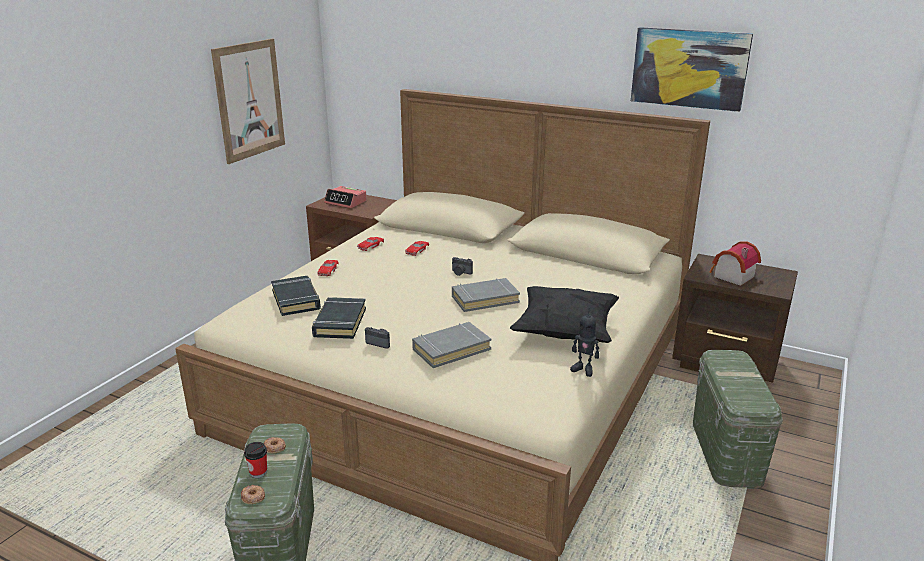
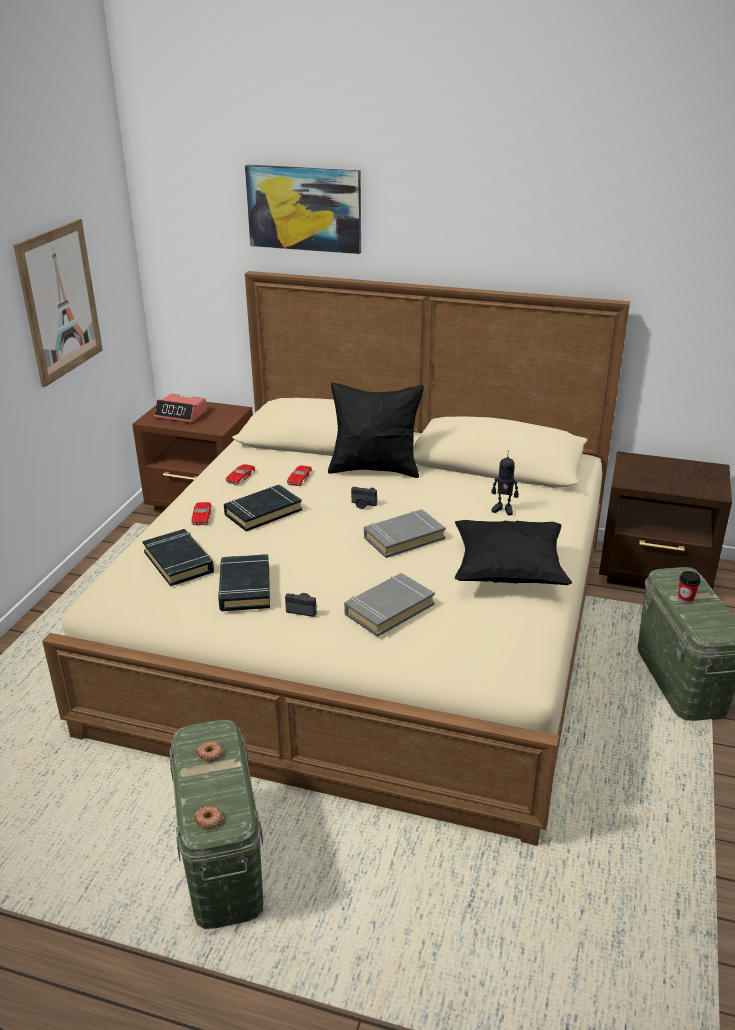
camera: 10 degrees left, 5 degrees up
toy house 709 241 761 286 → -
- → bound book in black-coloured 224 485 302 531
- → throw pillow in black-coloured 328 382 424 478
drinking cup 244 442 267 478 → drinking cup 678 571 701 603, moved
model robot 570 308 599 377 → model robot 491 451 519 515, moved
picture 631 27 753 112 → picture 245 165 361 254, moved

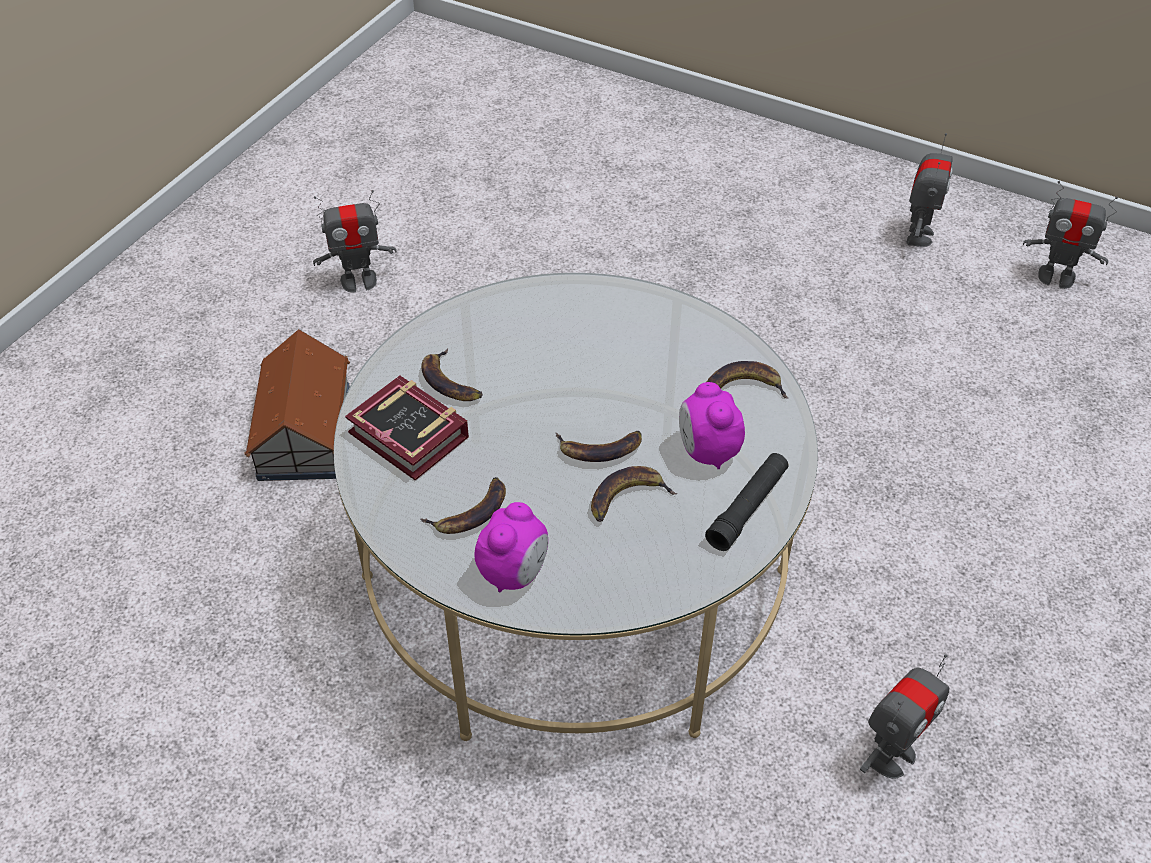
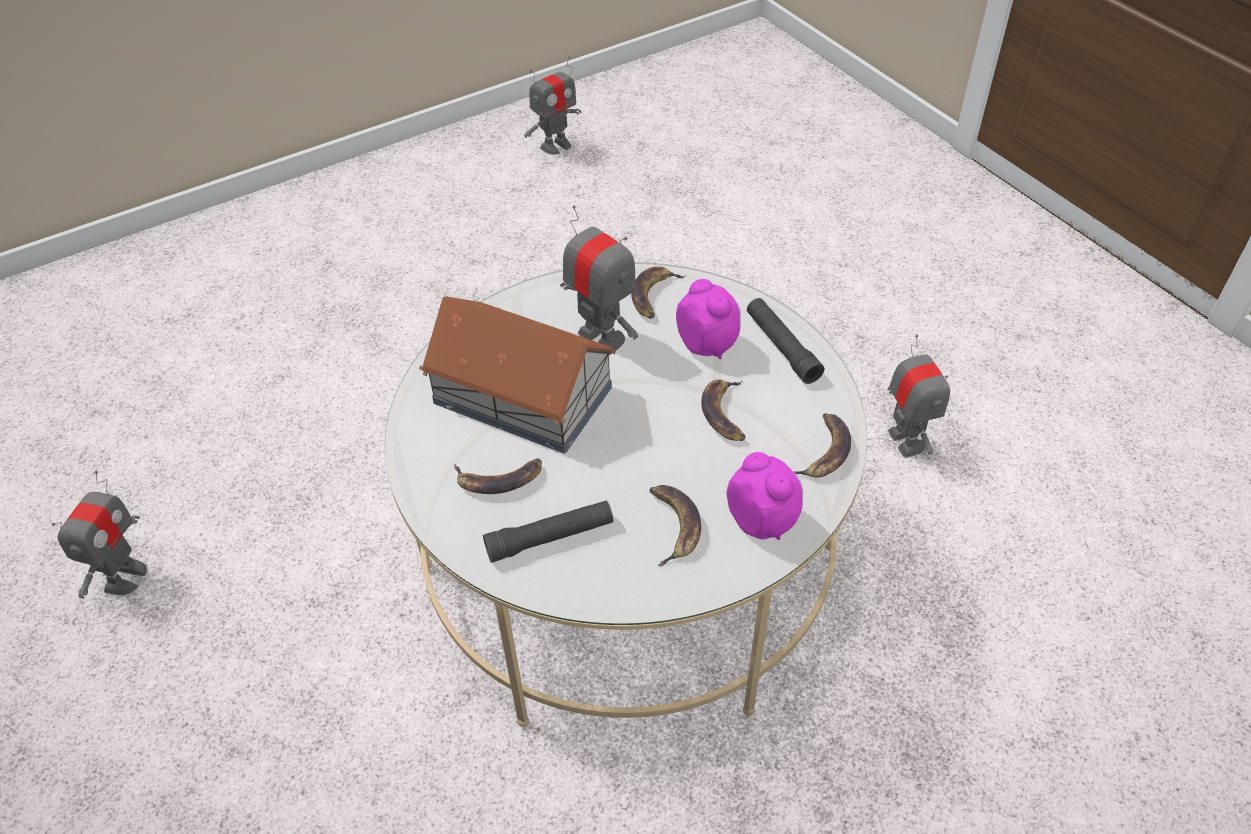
camera: 60 degrees left, 0 degrees up
toy house 245 329 350 481 → toy house 419 296 616 454, moved
whole banana 556 431 642 462 → whole banana 794 413 851 478, moved
model robot 907 133 953 247 → model robot 560 205 638 355, moved
bound book 345 376 469 481 → torch in black-coloured 483 501 613 563
alarm clock 679 382 745 469 → alarm clock 676 279 741 359, 135 degrees counterclockwise

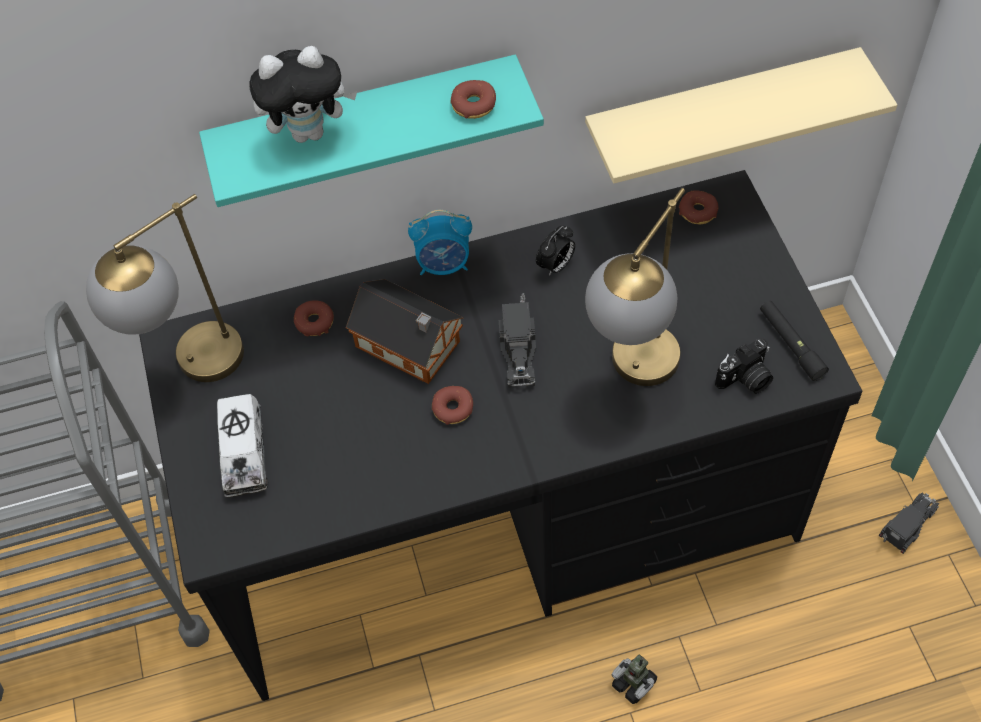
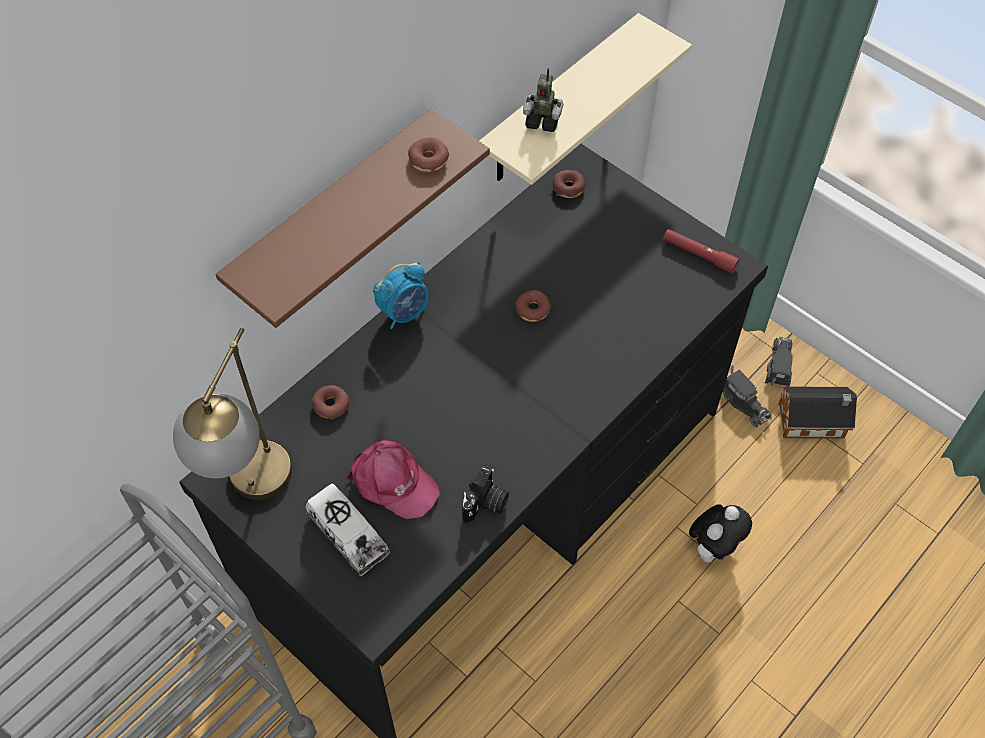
camera: 35 degrees left, 0 degrees up
alarm clock 536 226 575 276 → -
table lamp 585 188 685 386 → -
- → baseball cap in pink 346 440 440 519
plush toy 249 46 357 143 → plush toy 689 504 752 563, moved
toy house 346 279 464 384 → toy house 779 386 857 439, moved
doughnut 432 386 473 425 → doughnut 516 290 551 322, moved
toy lorry 499 293 536 388 → toy lorry 723 365 772 427, moved
model robot 611 654 657 704 → model robot 523 68 563 132, moved
still camera 715 339 773 394 → still camera 462 464 509 524, moved
wall shelf in turquoise-coloured 199 55 544 207 → wall shelf in brownish 215 109 490 328
torch in black-coloured 760 301 829 381 → torch in red-coloured 663 229 740 274

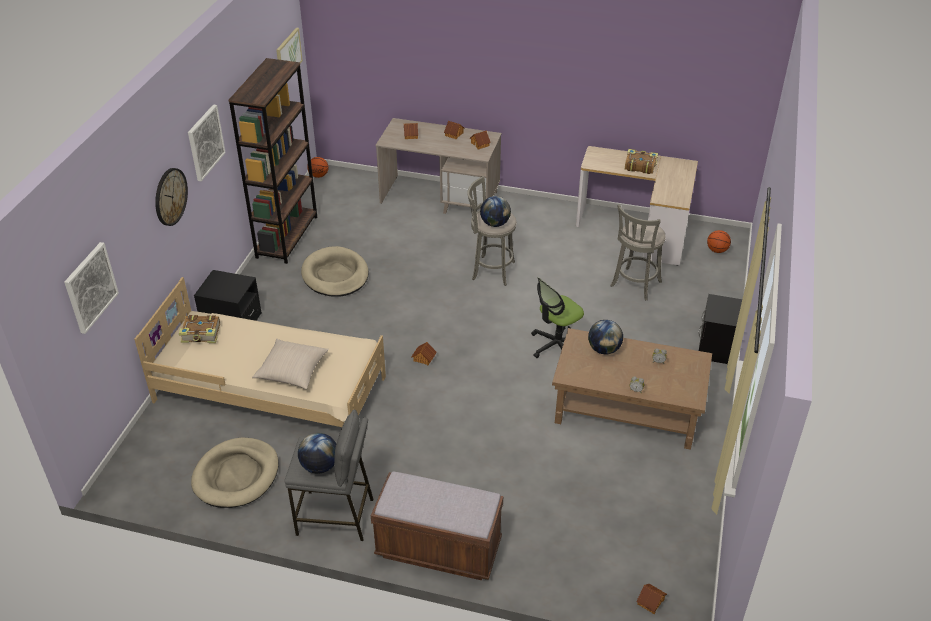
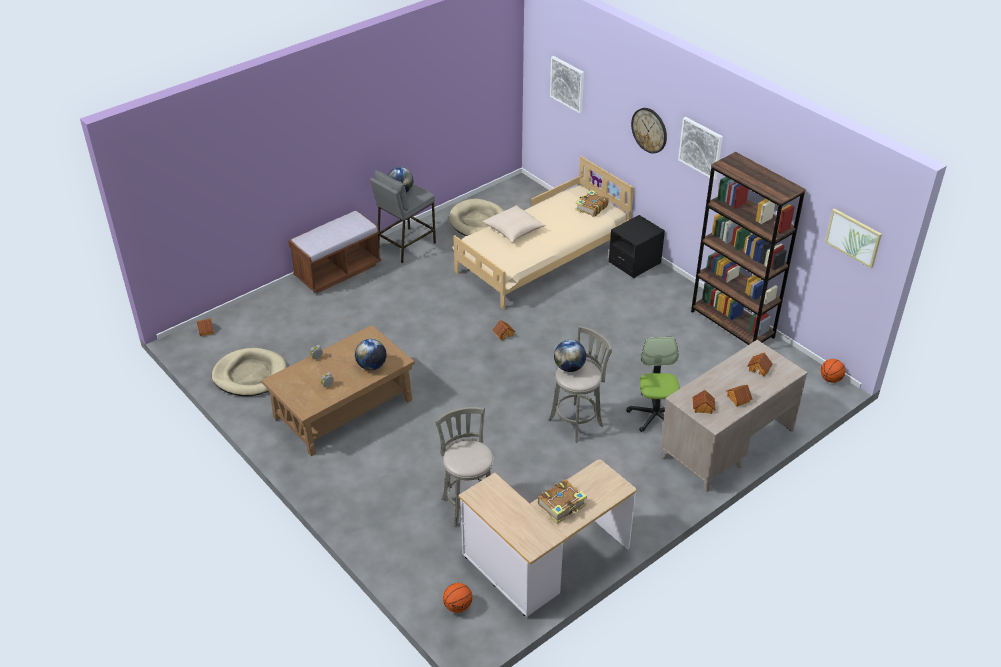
camera: 125 degrees right, 0 degrees up
bedside table in black-coloured 698 294 742 364 → -
pet bed in sand-coloured 301 246 369 297 → pet bed in sand-coloured 212 348 287 396, moved
computer chair 531 277 584 358 → computer chair 626 337 680 432, moved

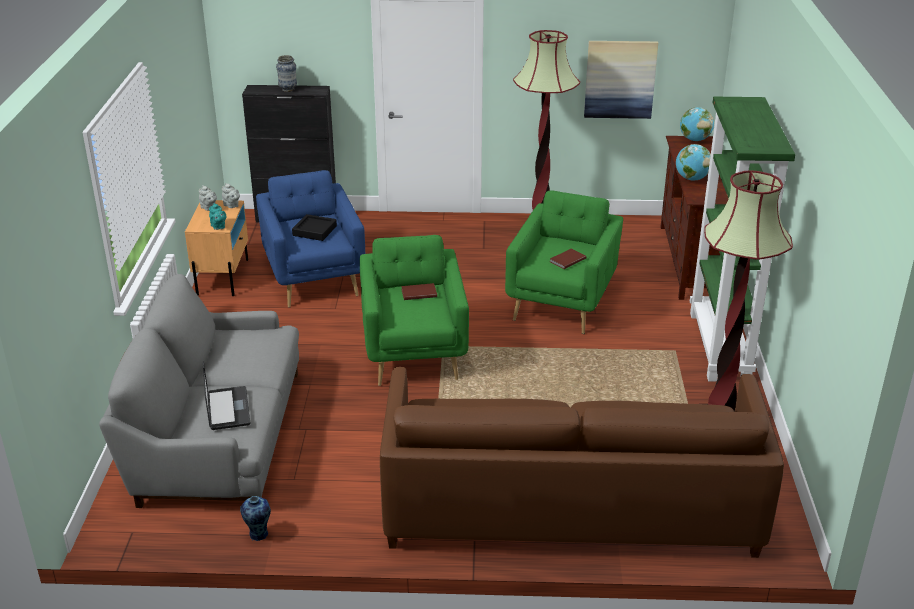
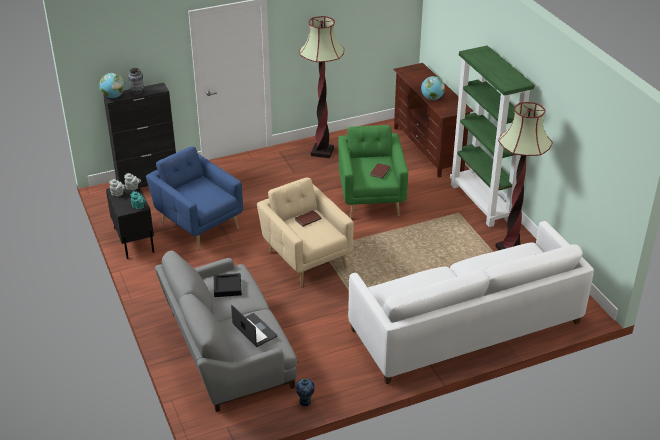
camera: 25 degrees left, 5 degrees up
picture 584 41 658 119 → -
serving tray in black-coloured 292 214 337 241 → serving tray in black-coloured 214 273 242 297, moved
globe 680 107 714 141 → globe 99 73 125 98, moved
bedside table in sand-coloured 185 200 248 296 → bedside table in black-coloured 106 184 154 259
easy chair in green-coloured 360 235 469 386 → easy chair in sand-coloured 257 178 354 287
sofa in brownish 380 367 784 558 → sofa in white 348 221 594 384

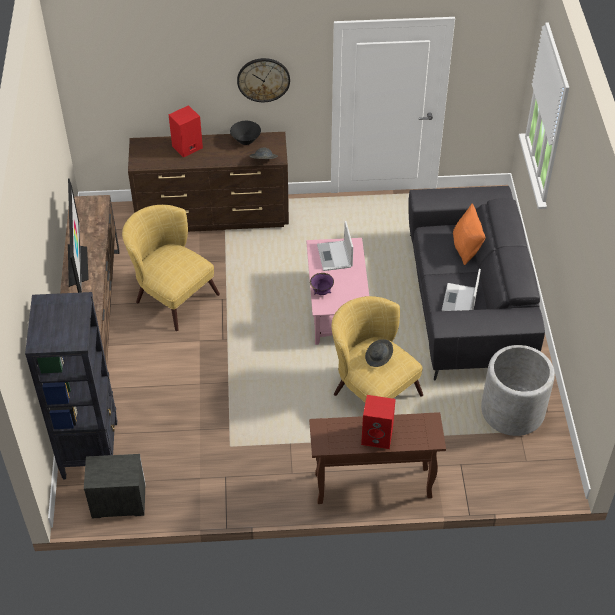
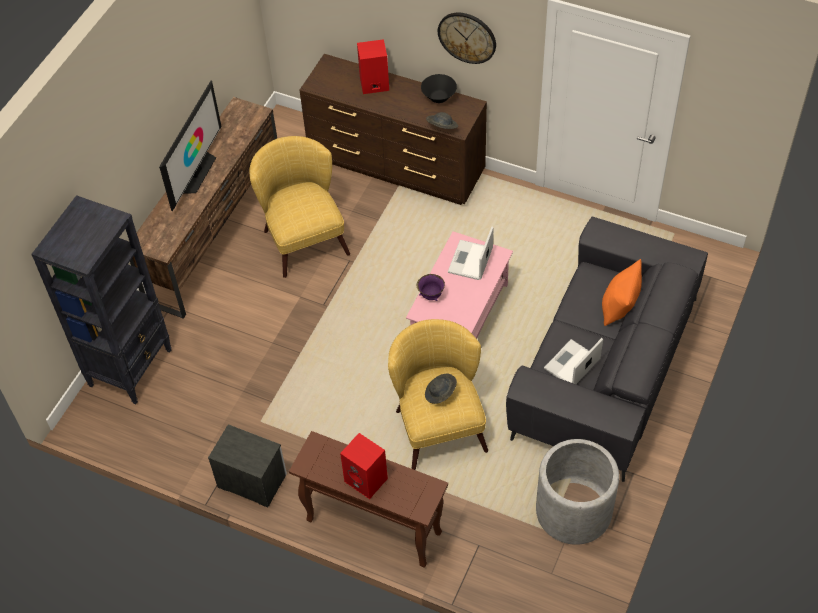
camera: 30 degrees right, 5 degrees up
bedside table 84 454 145 518 → bedside table 208 424 287 507, moved

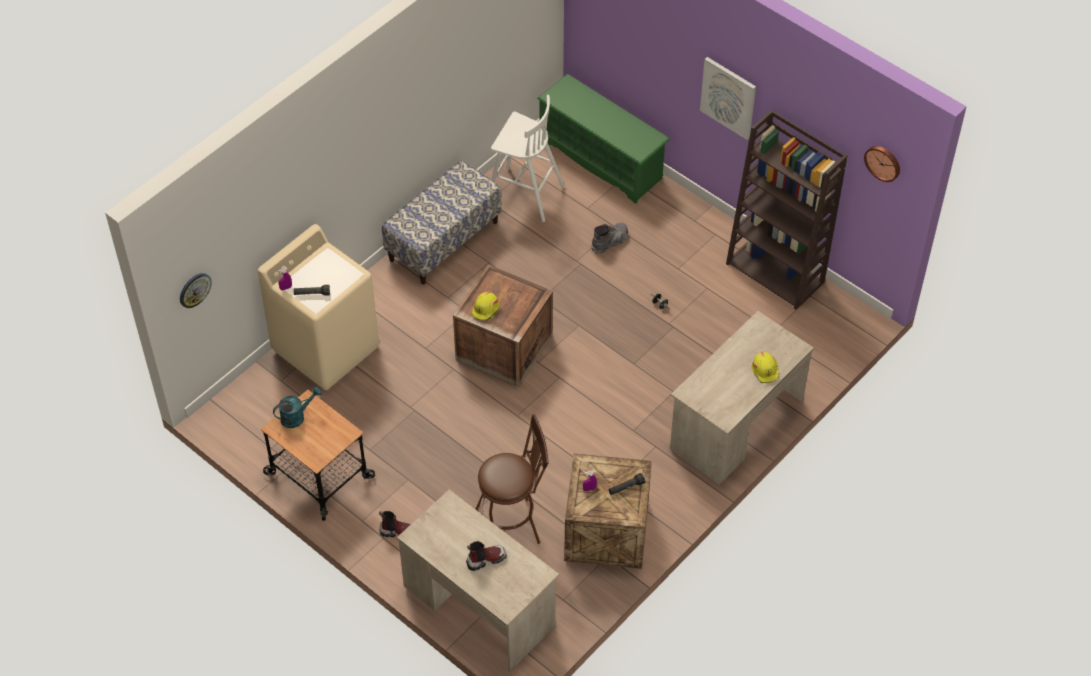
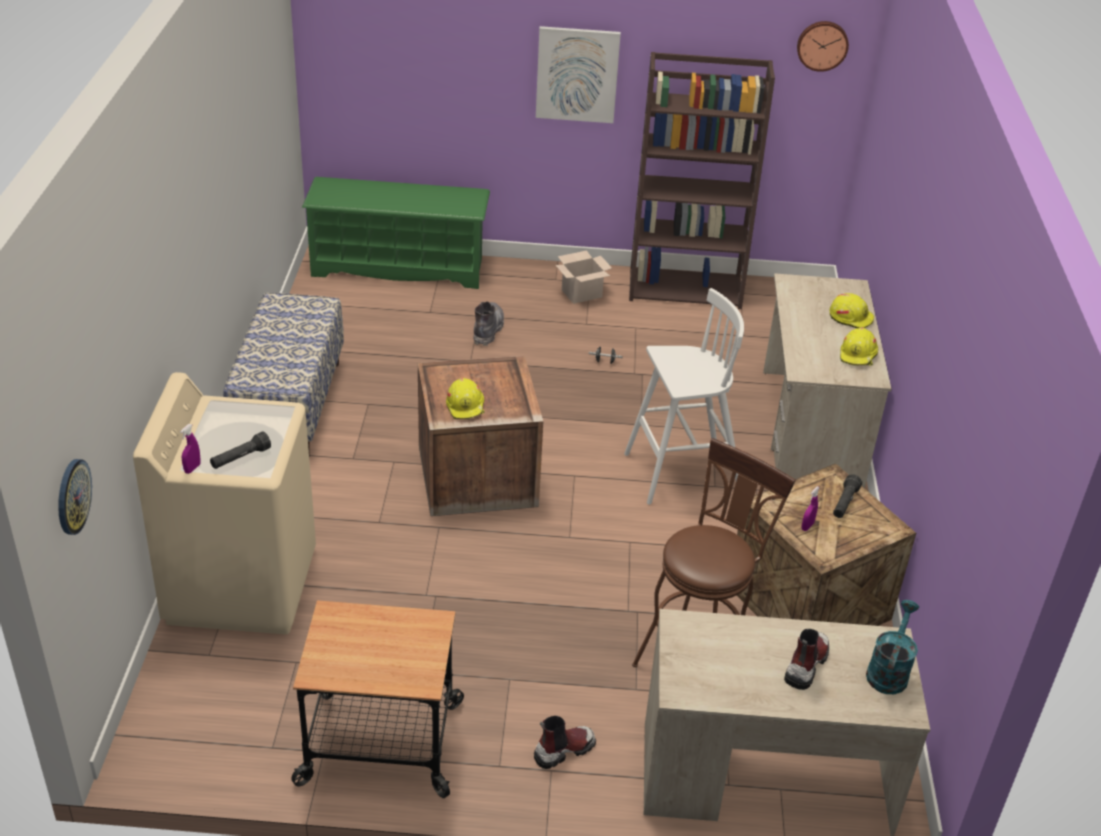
camera: 40 degrees left, 15 degrees down
- → carton 555 250 612 304
- → safety helmet in yellow-coloured 840 327 878 366
watering pot in turquoise-coloured 273 387 322 428 → watering pot in turquoise-coloured 866 600 919 694, moved
stool seat in white 491 95 565 222 → stool seat in white 624 288 744 505, moved

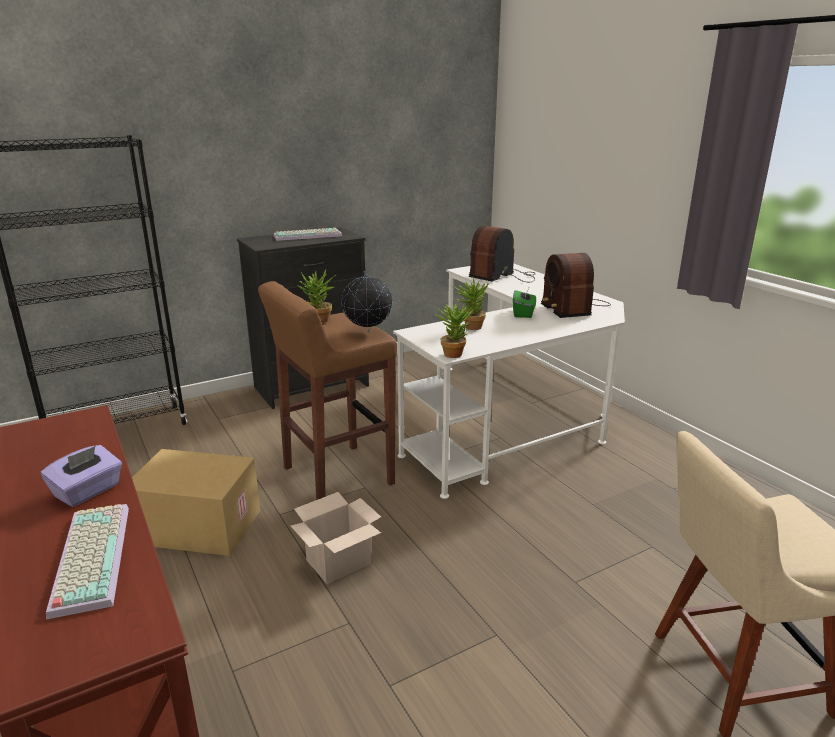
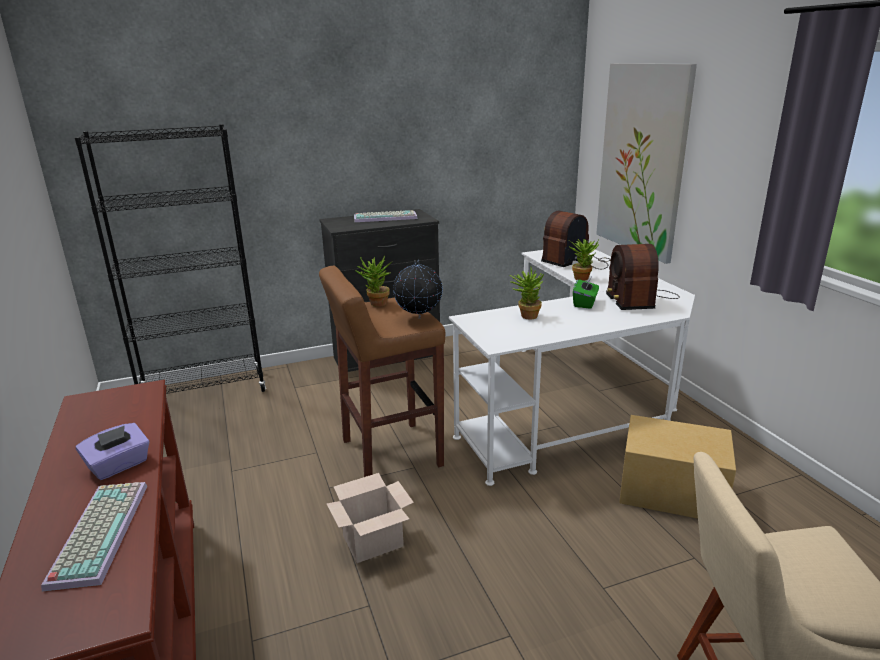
camera: 10 degrees right, 0 degrees up
- → picture 596 63 697 264
carton 132 449 260 556 → carton 619 415 736 519, moved
plant in a pot 435 304 473 358 → plant in a pot 569 239 599 281, moved

